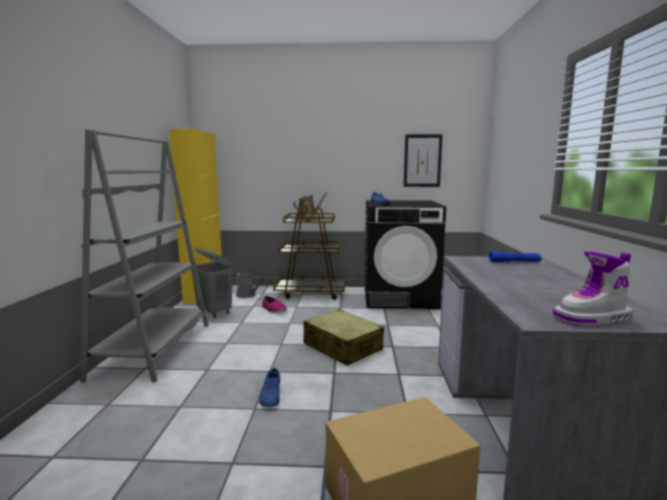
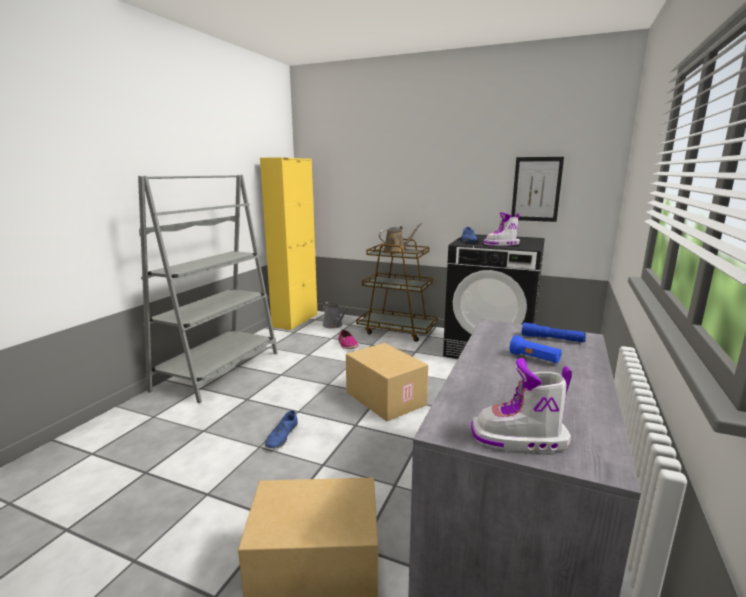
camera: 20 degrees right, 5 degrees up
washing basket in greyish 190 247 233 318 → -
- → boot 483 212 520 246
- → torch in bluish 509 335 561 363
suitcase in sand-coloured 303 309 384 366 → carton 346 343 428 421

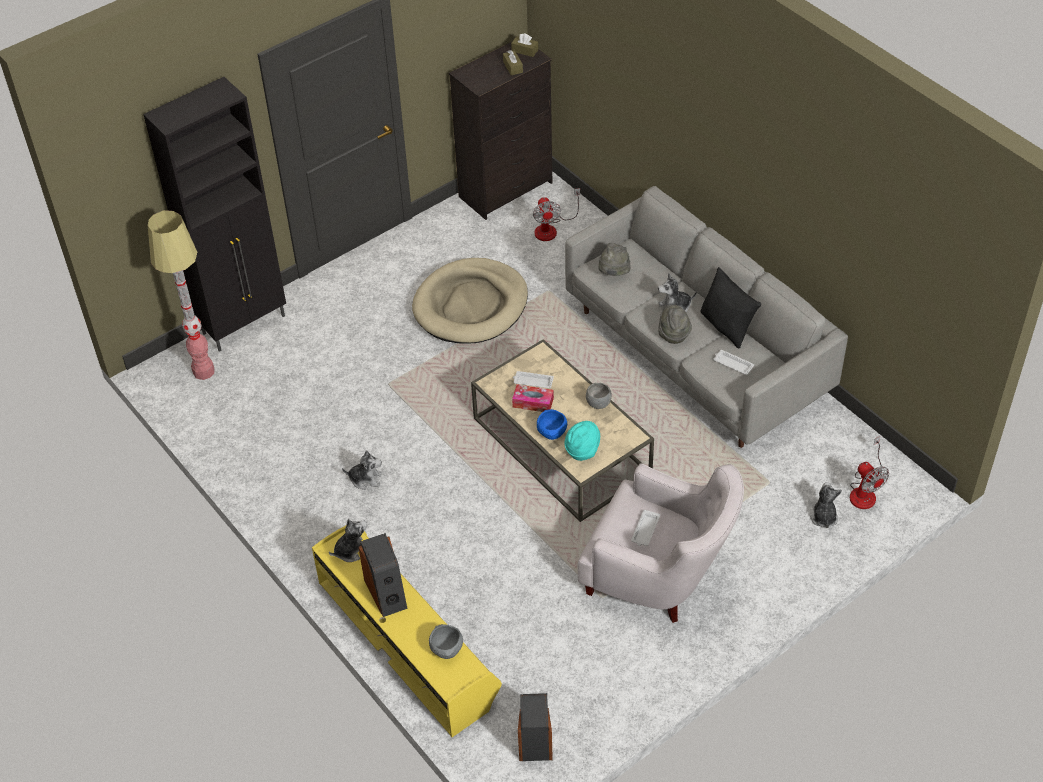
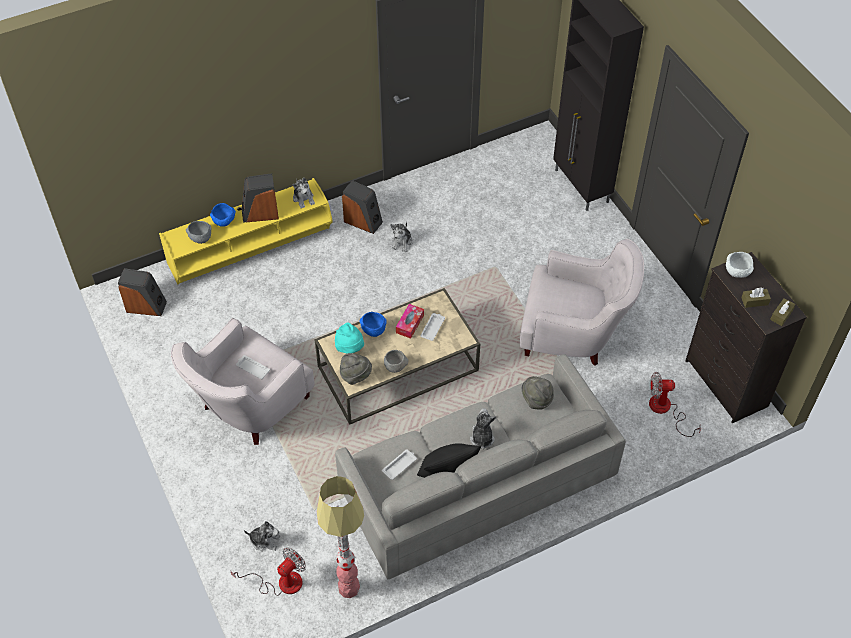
camera: 100 degrees right, 5 degrees up
- → deep dish in bluish 210 203 236 227
- → audio speaker 342 180 383 234
- → deep dish in white 726 252 754 278
standard lamp 148 210 215 380 → standard lamp 317 476 364 598, moved
wearable hat in greyish 658 305 692 344 → wearable hat in greyish 340 353 372 385, moved
pet bed in sand-coloured 412 258 528 344 → easy chair in white 520 239 644 366
cooling fan 850 436 889 509 → cooling fan 230 548 306 596, 150 degrees clockwise

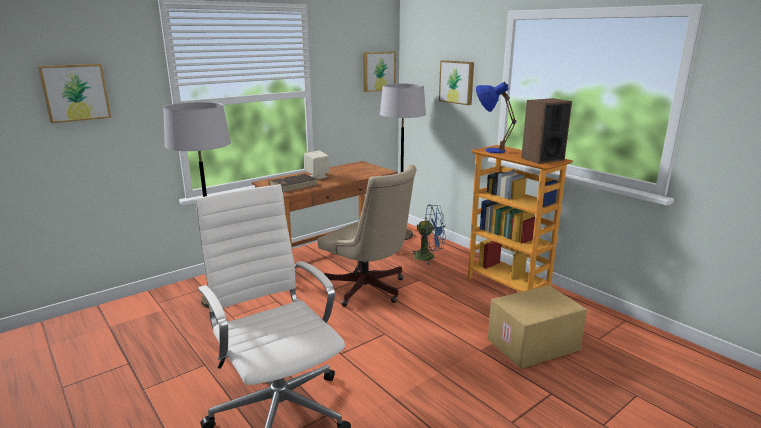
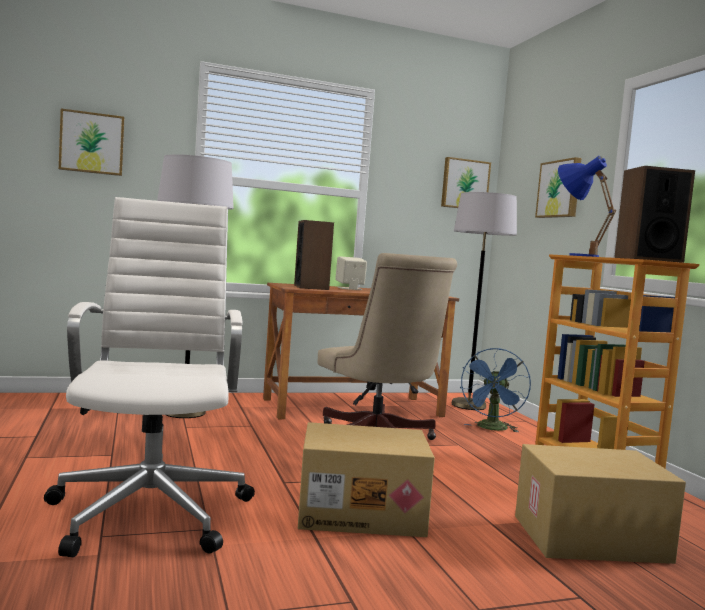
camera: 20 degrees right, 15 degrees down
- → carton 298 422 435 537
bound book in brownish 269 174 317 192 → audio speaker 294 220 334 290
cooling fan in bluish 409 204 446 265 → cooling fan in bluish 460 348 531 432, 75 degrees clockwise

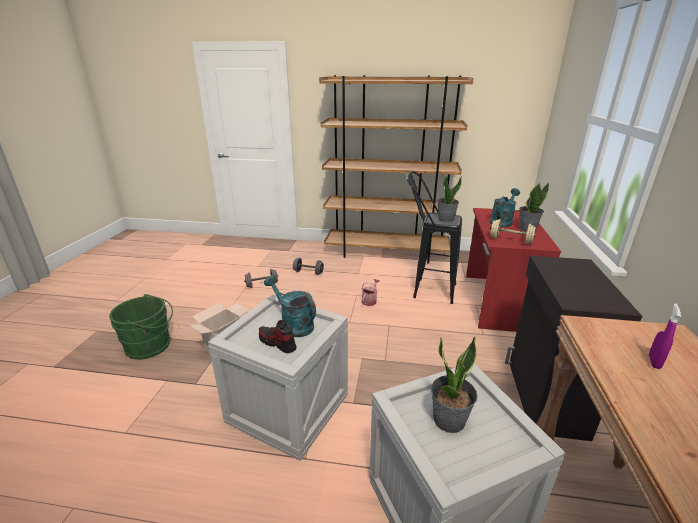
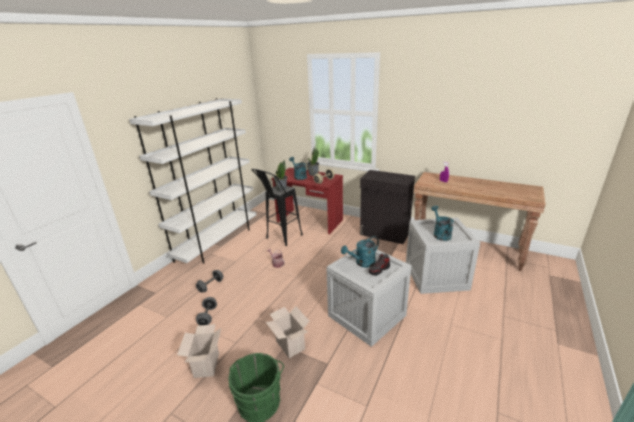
camera: 70 degrees left, 0 degrees up
- → carton 177 324 221 378
plant in a pot 431 337 478 433 → watering pot in turquoise-coloured 431 206 454 241
bookshelf in brownish 319 75 473 264 → bookshelf in white 129 98 256 264

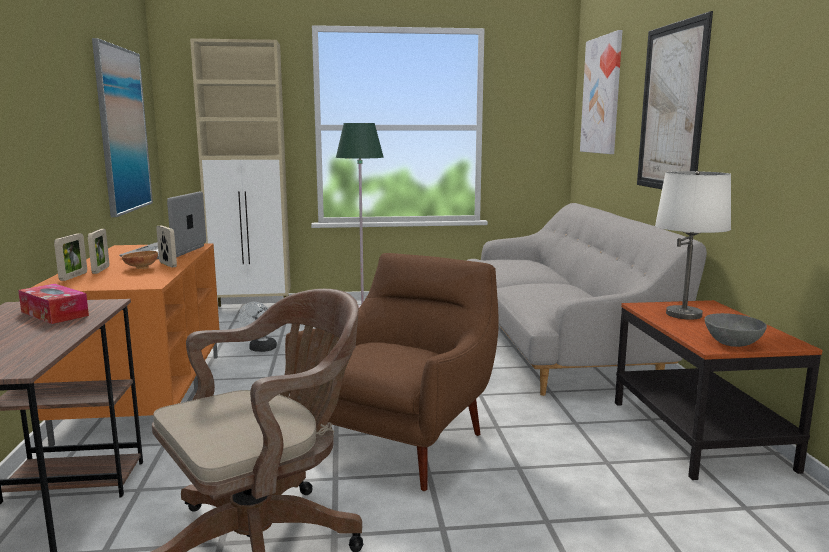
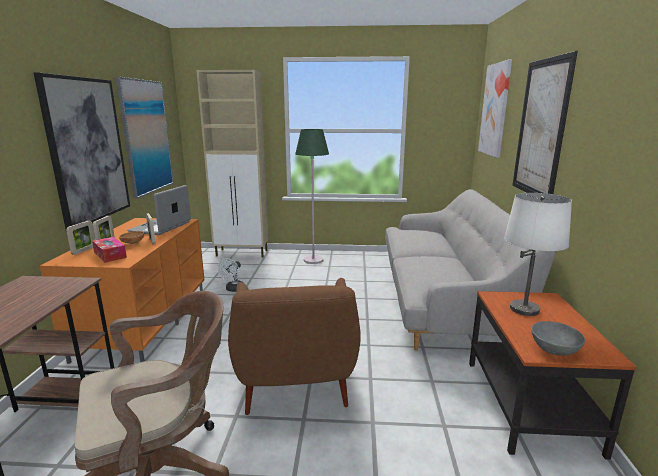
camera: 10 degrees right, 5 degrees up
- → picture 34 72 130 232
tissue holder 18 284 89 324 → tissue holder 92 237 127 263, moved
easy chair in brownish 285 253 499 491 → easy chair in brownish 228 278 361 415, 135 degrees clockwise

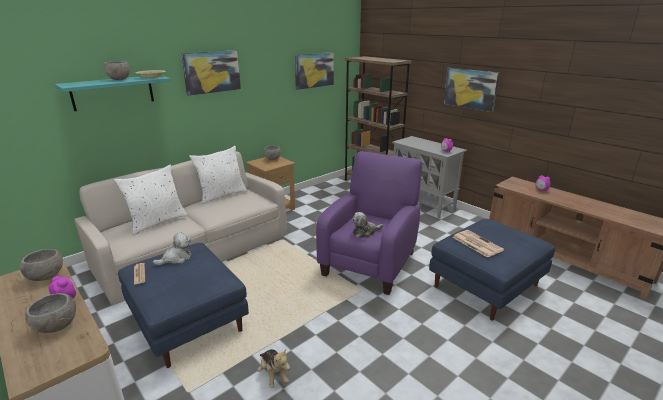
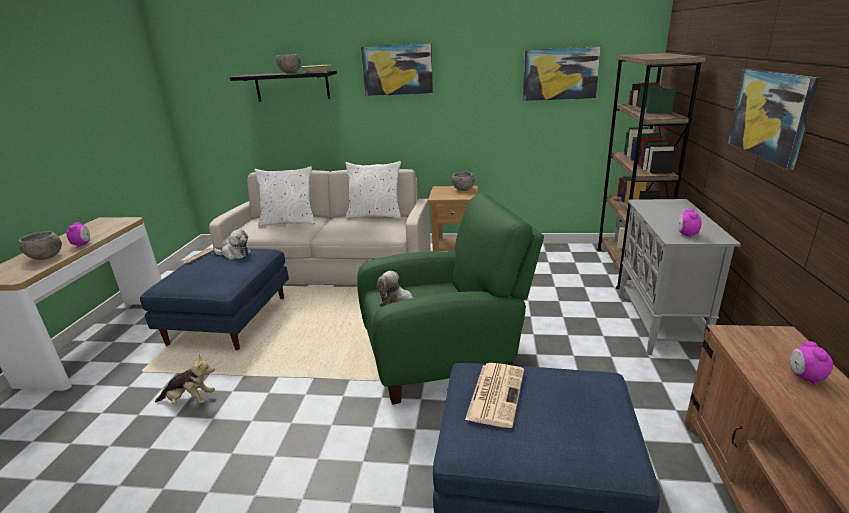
camera: 50 degrees right, 0 degrees up
deep dish in greyish 20 249 63 281 → -
wall shelf in turquoise-coloured 55 76 171 111 → wall shelf in black-coloured 230 70 337 102
easy chair in purple 316 151 422 295 → easy chair in green-coloured 357 193 544 405
plush toy 257 349 290 388 → plush toy 155 354 215 405, 105 degrees counterclockwise

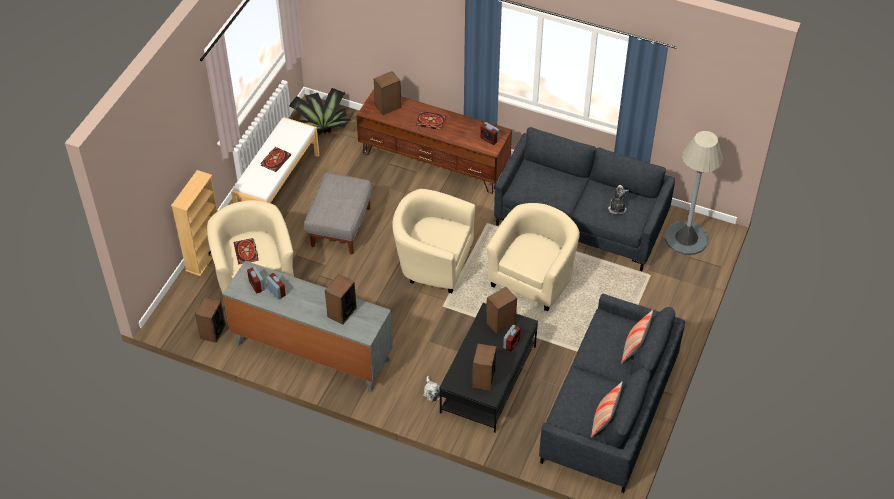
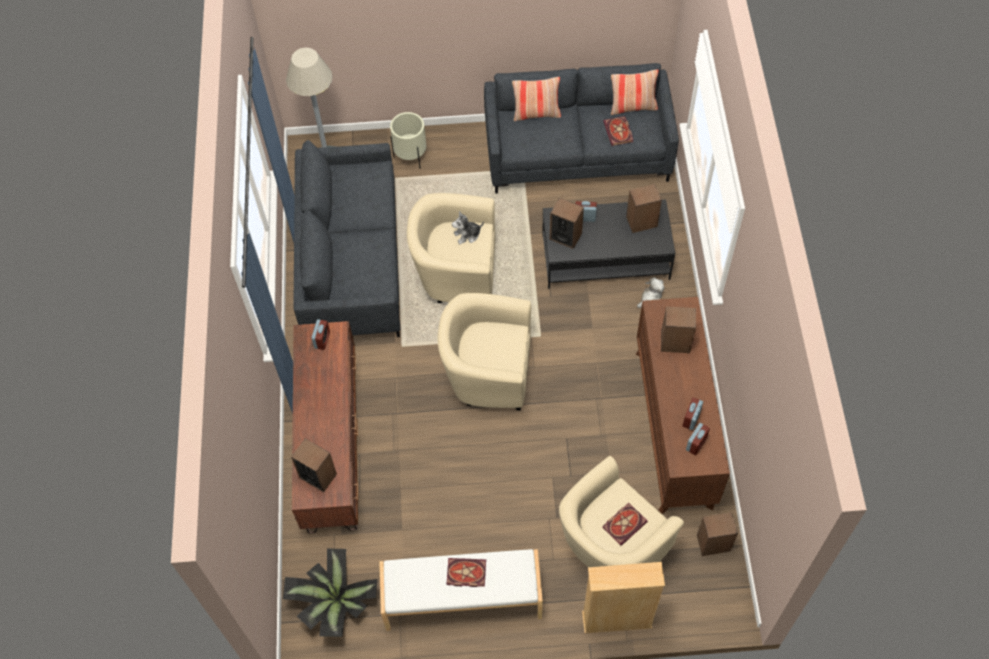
camera: 115 degrees left, 10 degrees up
pouffe in greyish 304 173 372 255 → -
- → flower pot in sand-coloured 390 112 426 169
bound book 416 111 446 130 → bound book 603 116 633 146, moved
plush toy 608 185 629 215 → plush toy 452 211 484 244, moved
dresser in greyish 223 261 393 393 → dresser in brownish 636 297 730 514
easy chair in sand-coloured 392 189 475 293 → easy chair in sand-coloured 438 293 531 410, 105 degrees clockwise

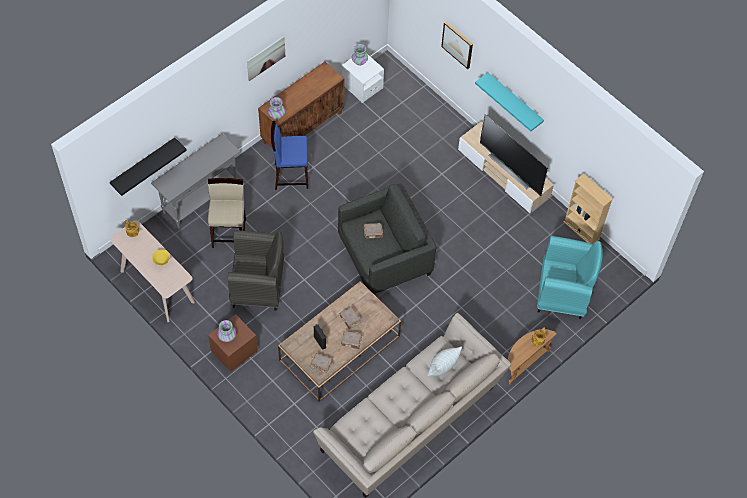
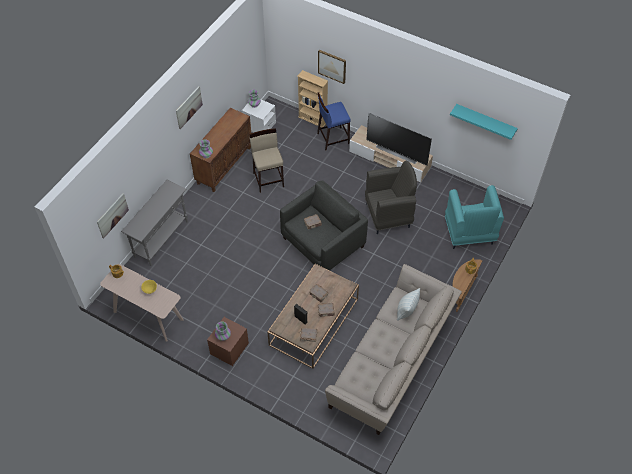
camera: 15 degrees left, 5 degrees down
stool seat in sand-coloured 208 178 246 248 → stool seat in sand-coloured 249 128 284 193, moved
easy chair in greyish 228 230 284 311 → easy chair in greyish 365 161 417 234, moved
stool seat in bluish 271 121 308 190 → stool seat in bluish 317 93 351 151, moved
wall shelf in turquoise-coloured 475 73 544 131 → wall shelf in turquoise-coloured 450 104 518 140, moved
bookshelf in sand-coloured 563 174 613 244 → bookshelf in sand-coloured 297 70 328 127, moved
wall shelf in black-coloured 110 137 187 196 → picture 97 193 129 239
easy chair in turquoise-coloured 537 236 603 319 → easy chair in turquoise-coloured 445 185 504 249, 90 degrees clockwise

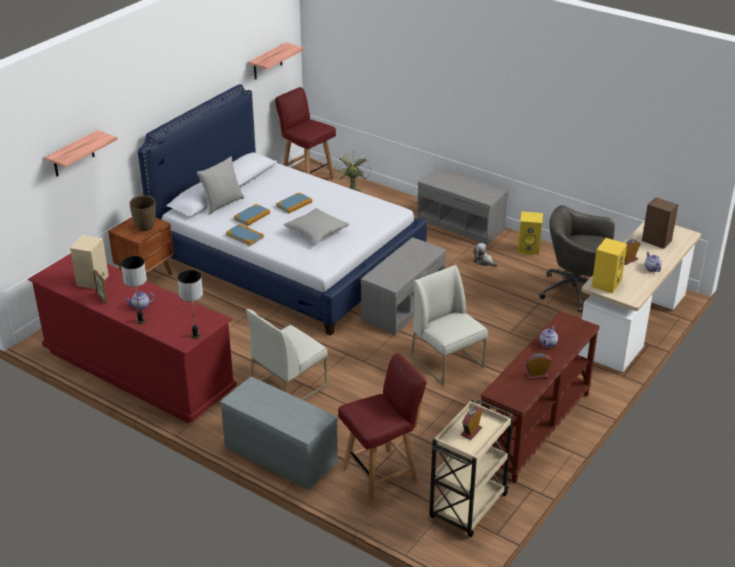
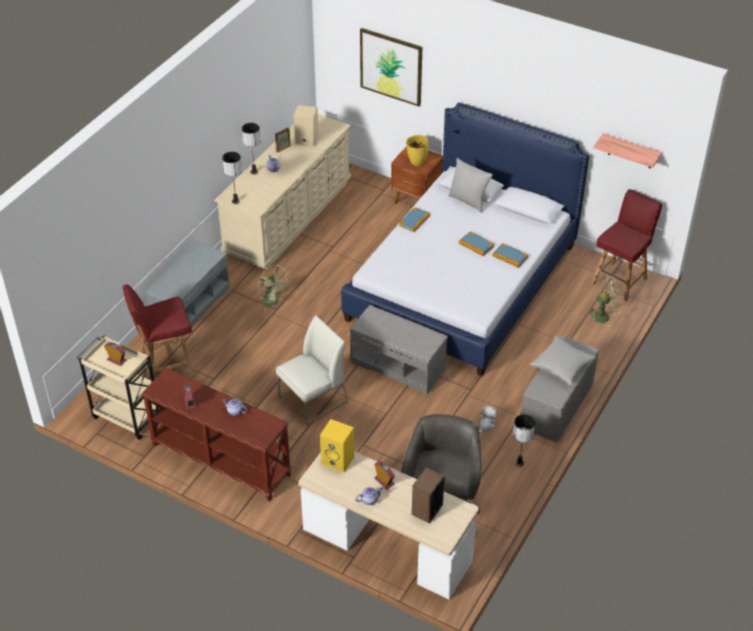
camera: 85 degrees right, 10 degrees up
bound book 234 204 270 226 → bound book 492 243 528 268, moved
throw pillow in greyish 283 208 350 245 → throw pillow in greyish 530 336 596 385, moved
wall shelf 45 130 118 176 → picture 360 28 422 106
plain chair in white 246 309 328 401 → cooling fan in green-coloured 258 265 289 311
audio speaker in yellow-coloured 518 211 543 255 → table lamp 513 414 535 467
dresser in red-coloured 28 253 236 424 → dresser in sand-coloured 214 114 351 269
decorative vase in brownish 129 196 156 231 → decorative vase in yellow-coloured 406 135 429 166
plain chair in red-coloured 338 353 427 502 → plain chair in red-coloured 122 284 195 375, 105 degrees clockwise

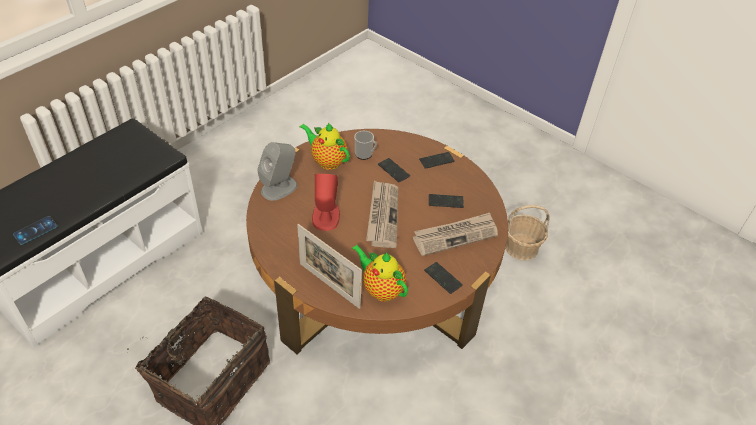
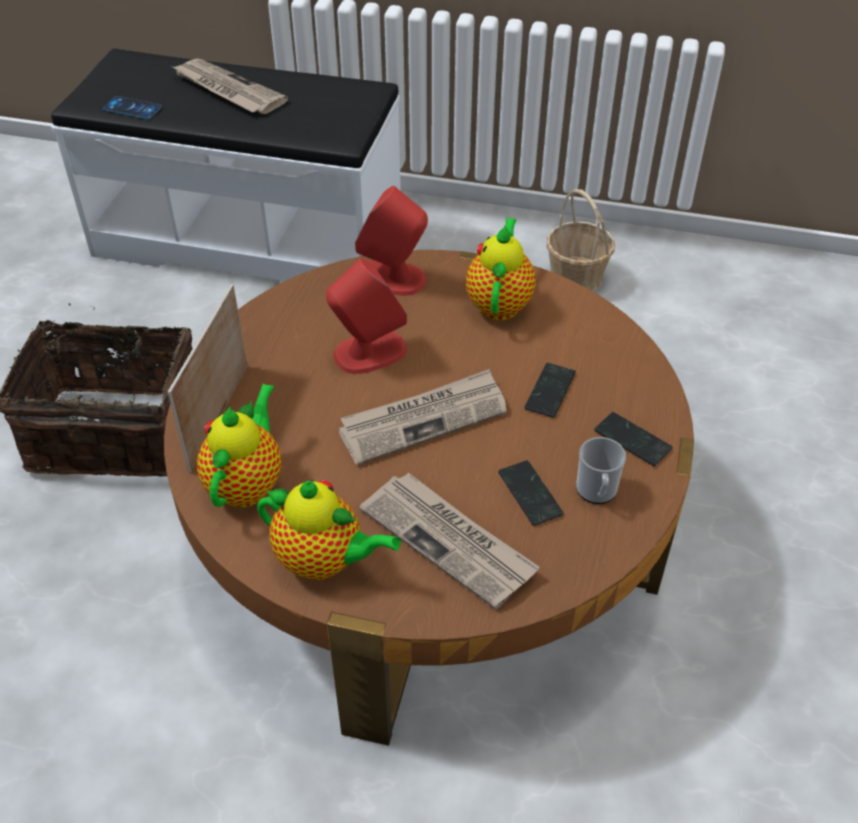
camera: 65 degrees right, 0 degrees up
- → newspaper 173 59 288 114
coffee mug 354 131 377 160 → coffee mug 576 437 626 504, moved
basket 505 205 549 261 → basket 546 189 615 291, moved
telephone 424 262 463 294 → pot for tea 257 479 401 580
audio speaker in greyish 257 142 298 201 → audio speaker in red-coloured 355 186 428 296

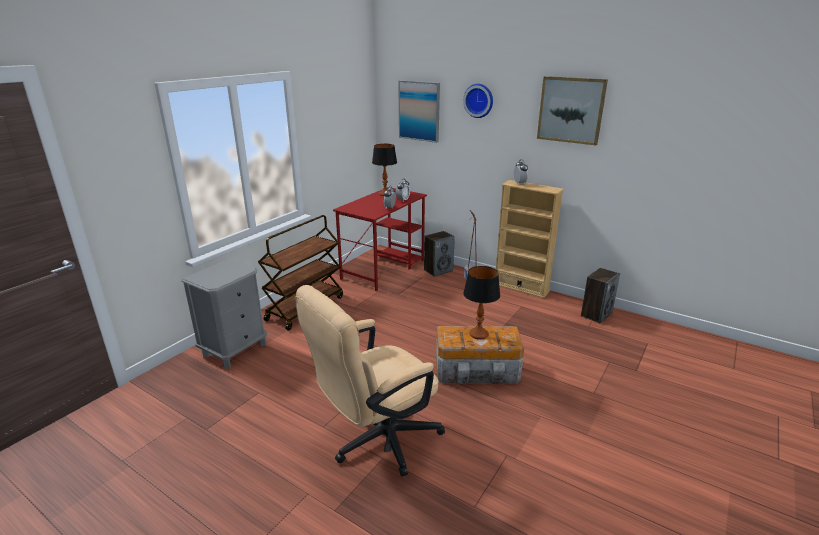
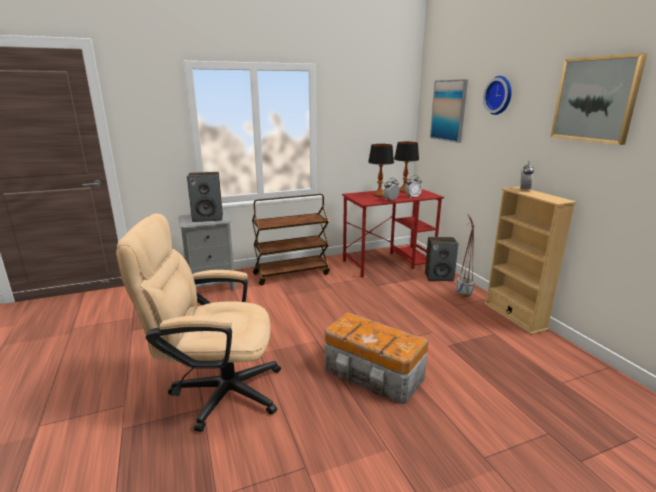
camera: 35 degrees right, 5 degrees down
table lamp 463 266 500 340 → table lamp 368 144 394 197, moved
audio speaker 581 268 620 324 → audio speaker 187 172 223 222, moved

